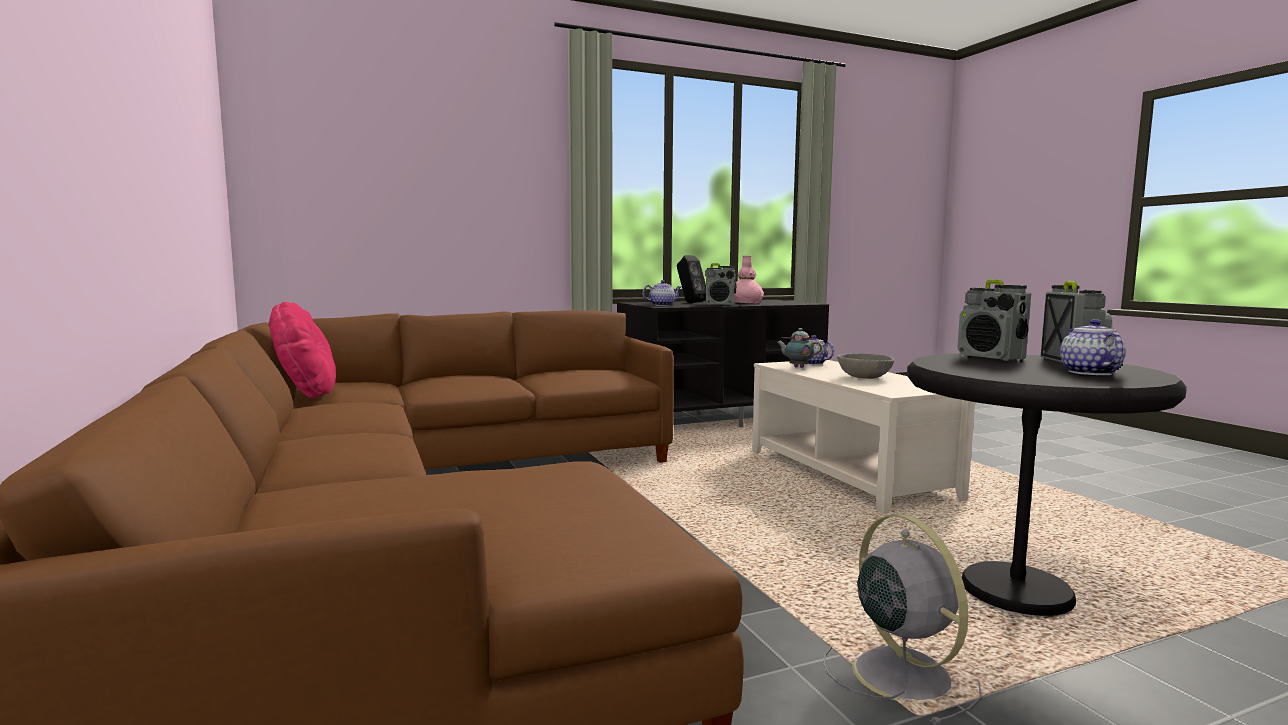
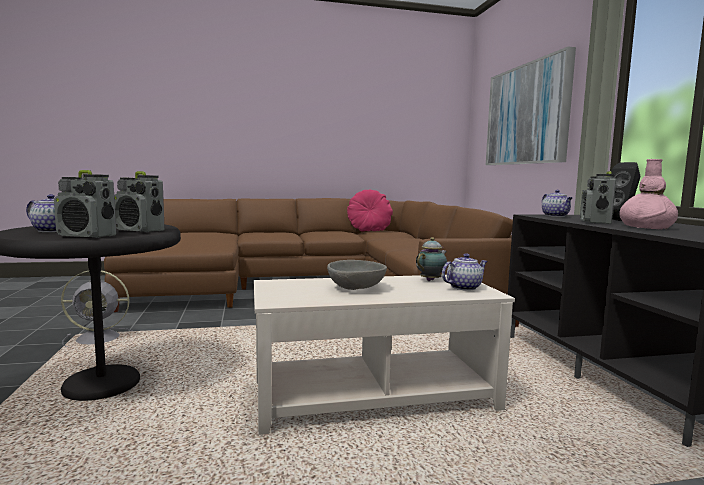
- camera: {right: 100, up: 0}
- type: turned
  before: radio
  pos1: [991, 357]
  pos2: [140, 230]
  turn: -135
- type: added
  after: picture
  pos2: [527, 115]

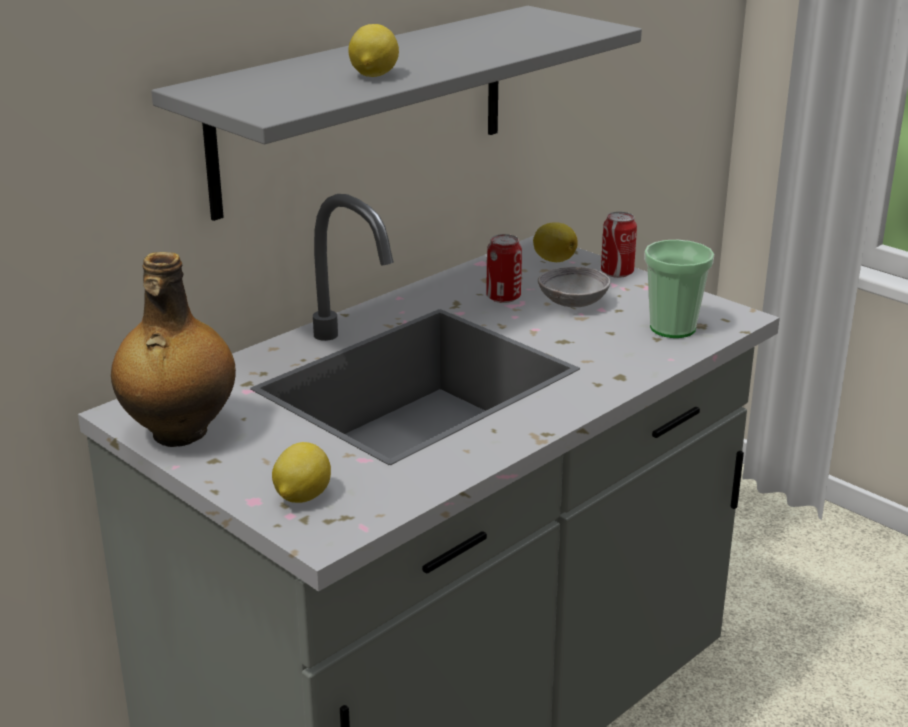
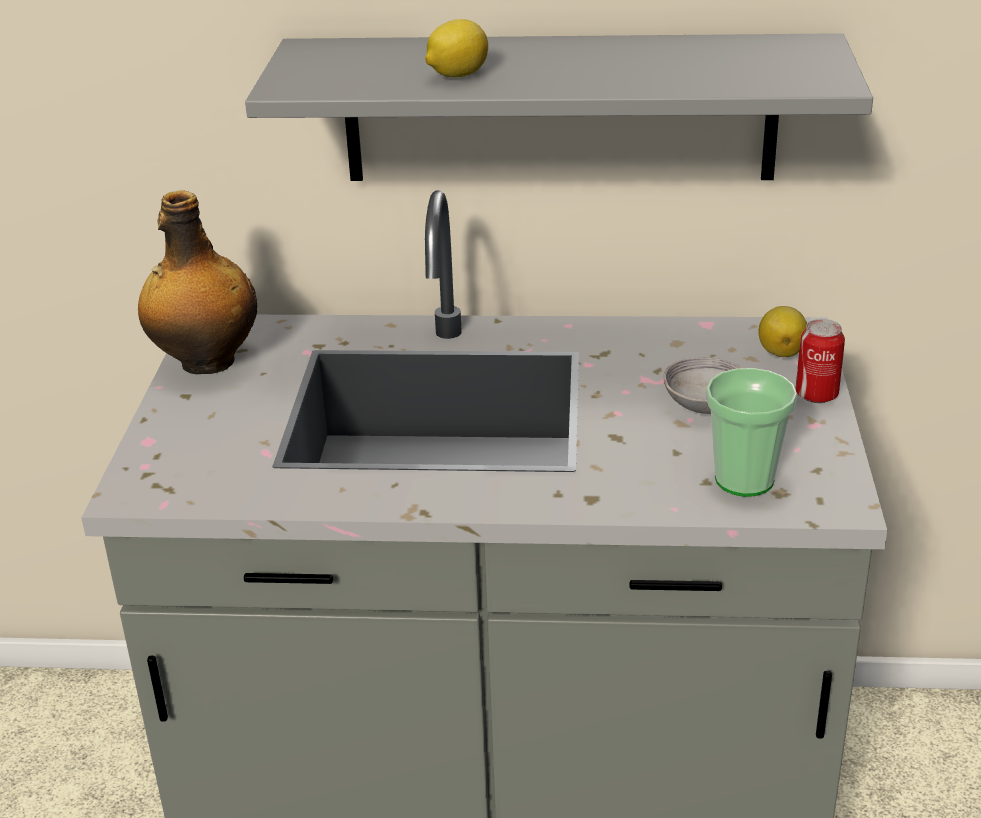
- camera: {right: 50, up: 5}
- type: removed
  before: can
  pos1: [503, 297]
- type: removed
  before: lemon
  pos1: [301, 497]

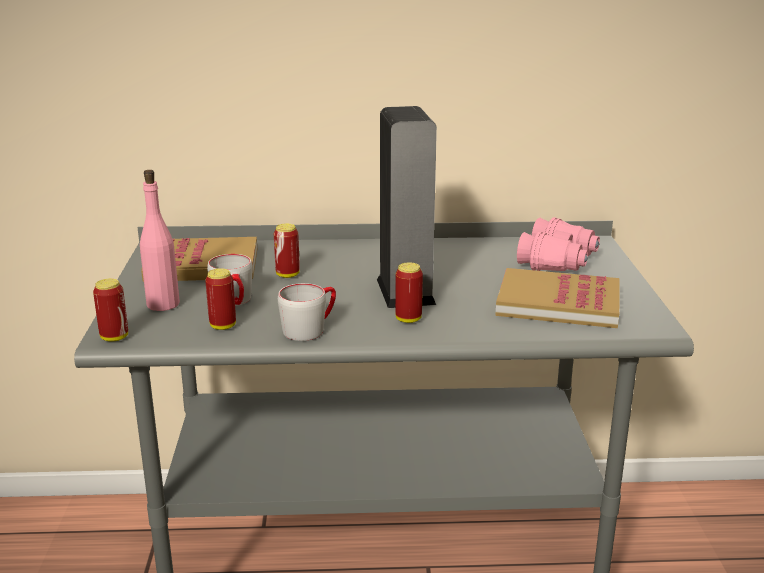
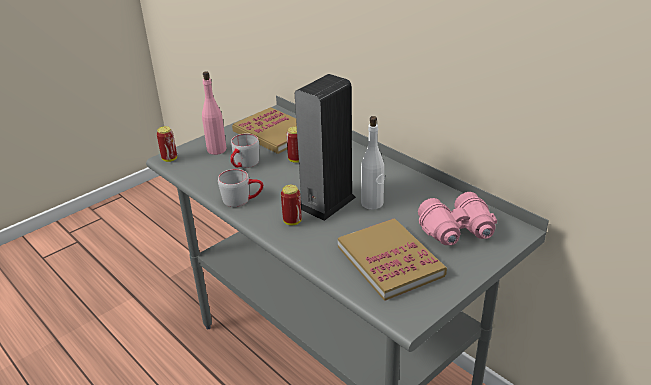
- camera: {right: 50, up: 10}
- type: removed
  before: can
  pos1: [223, 326]
- type: added
  after: bottle (white)
  pos2: [372, 203]

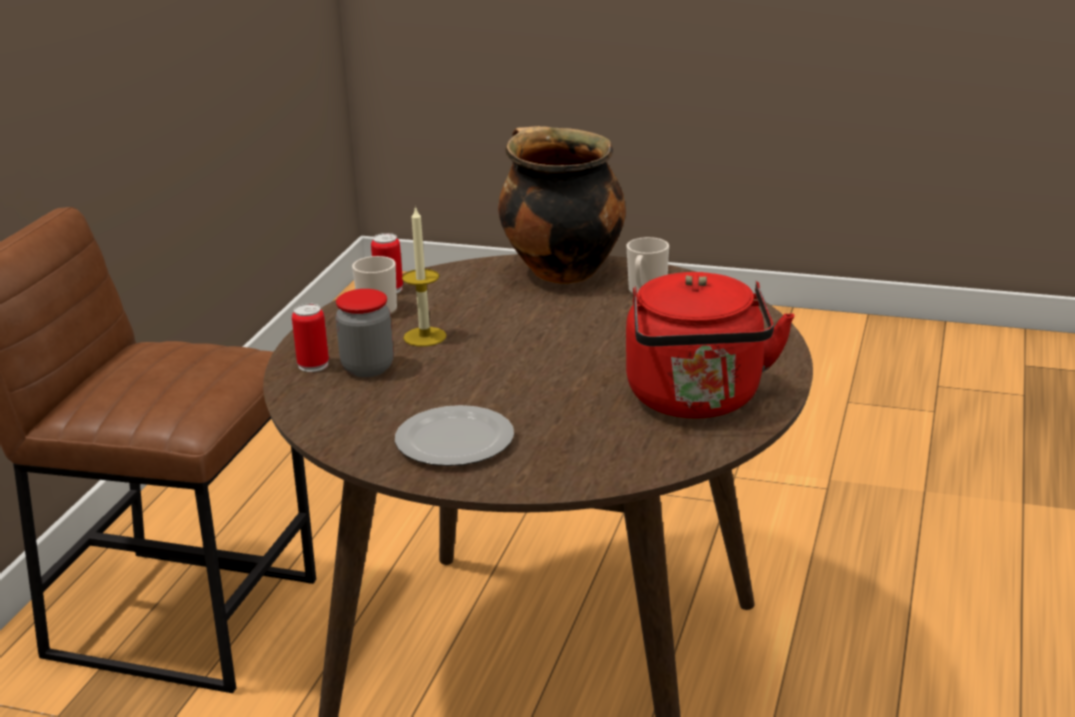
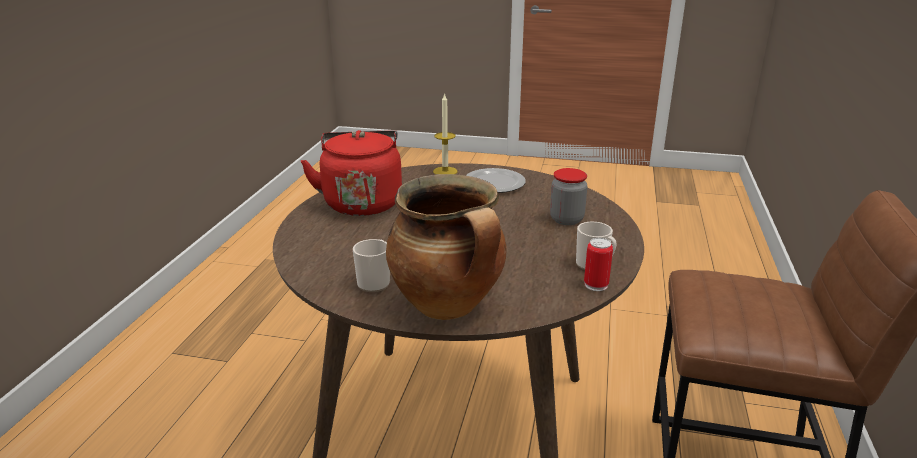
- camera: {right: 175, up: 0}
- type: moved
  before: candle
  pos1: [425, 337]
  pos2: [445, 171]
- type: removed
  before: can
  pos1: [313, 365]

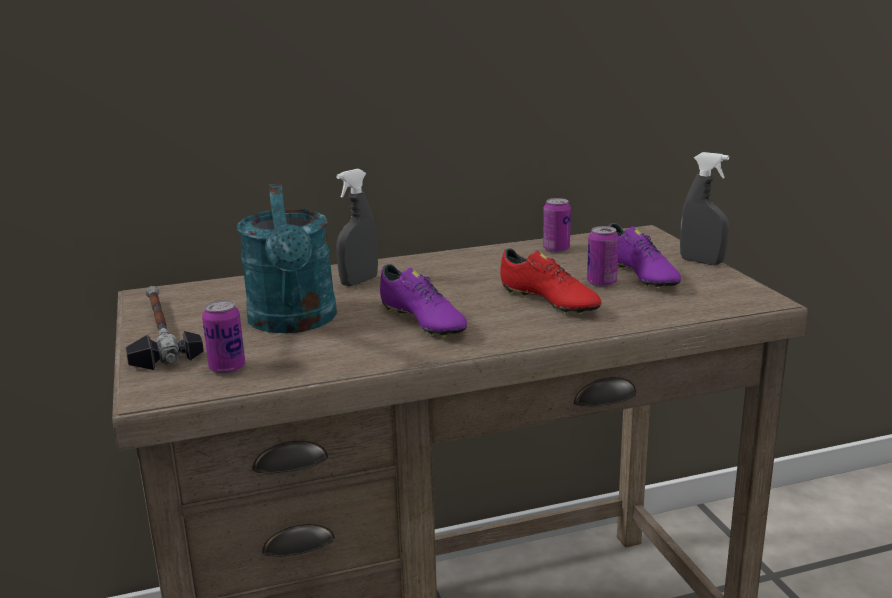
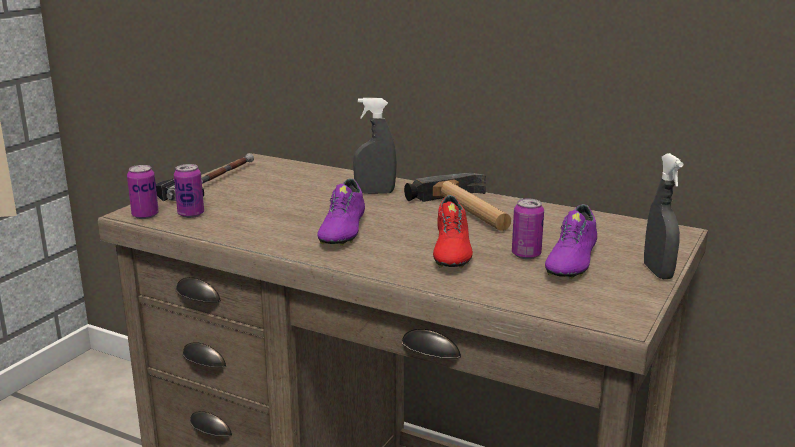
- camera: {right: 45, up: 0}
- type: removed
  before: watering can (turquoise)
  pos1: [294, 322]
- type: moved
  before: can
  pos1: [556, 249]
  pos2: [145, 215]
- type: added
  after: hammer
  pos2: [469, 211]

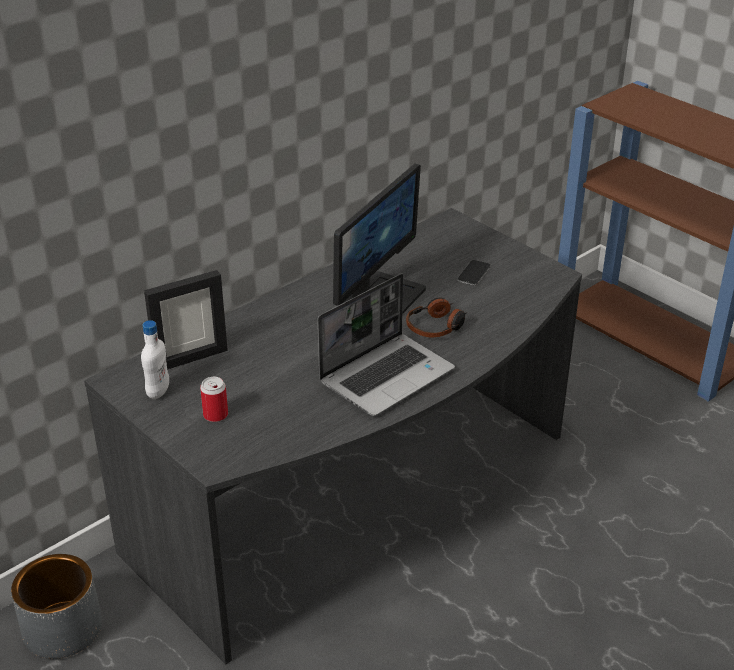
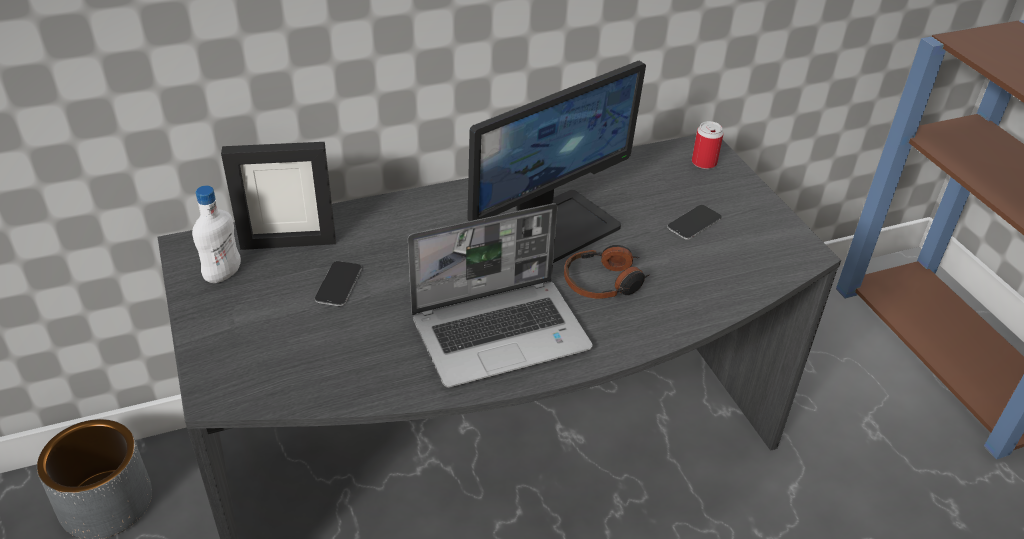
- camera: {right: 20, up: 5}
- type: moved
  before: can
  pos1: [215, 415]
  pos2: [704, 163]
- type: added
  after: phone
  pos2: [338, 285]

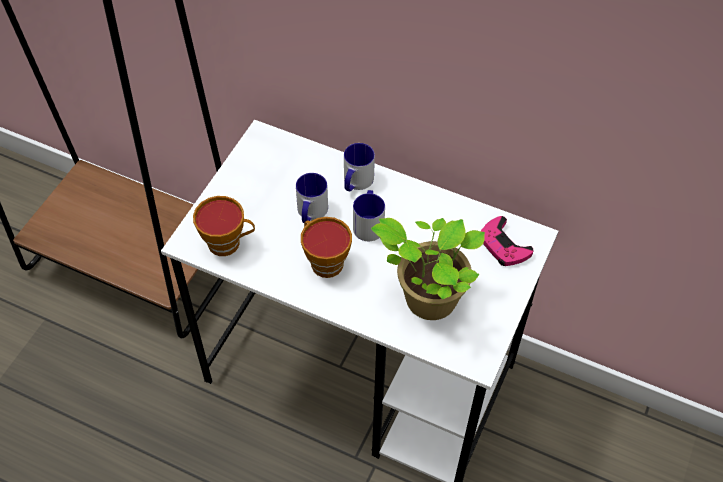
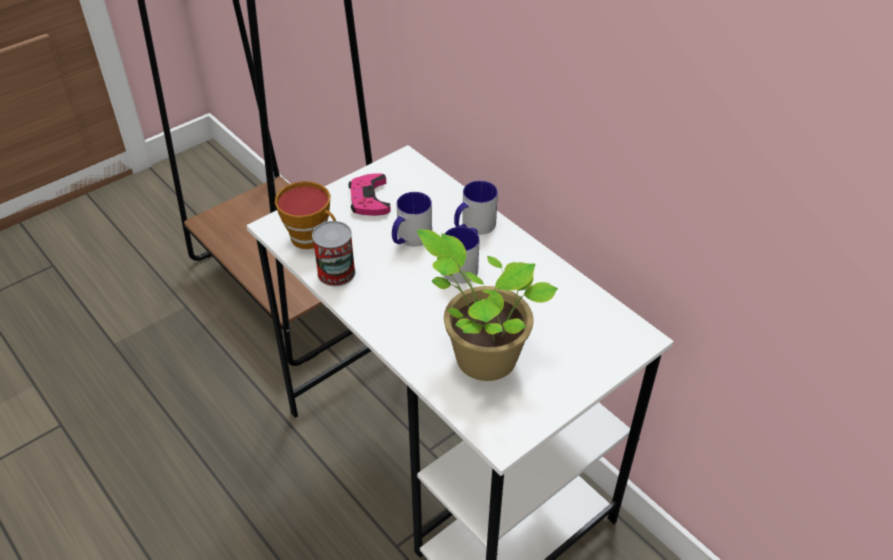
- camera: {right: 25, up: -10}
- type: moved
  before: game controller (pink)
  pos1: [503, 245]
  pos2: [369, 199]
- type: removed
  before: cup
  pos1: [324, 261]
- type: added
  after: can
  pos2: [336, 273]

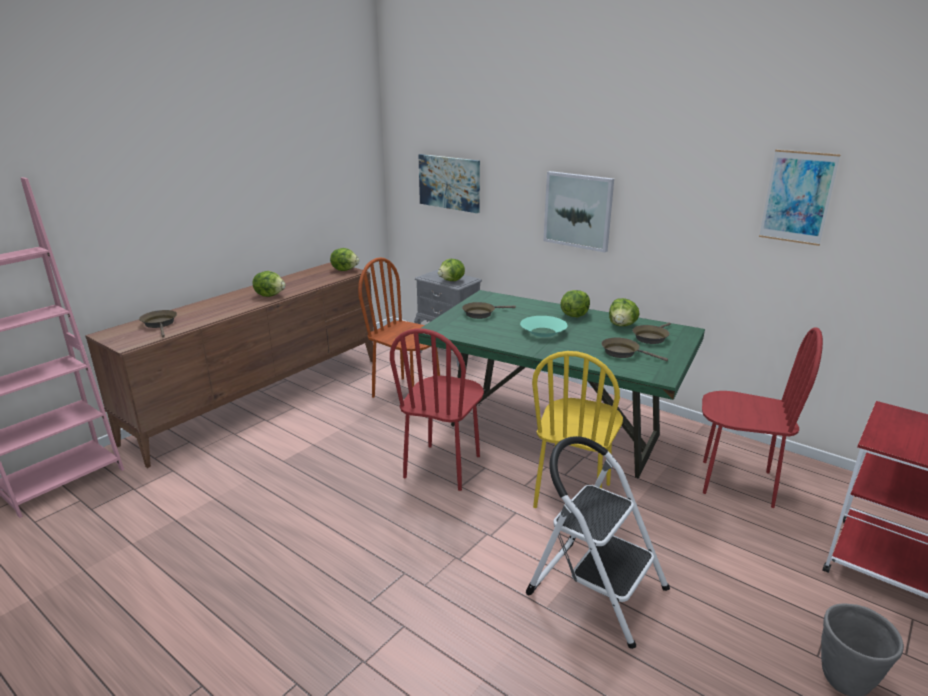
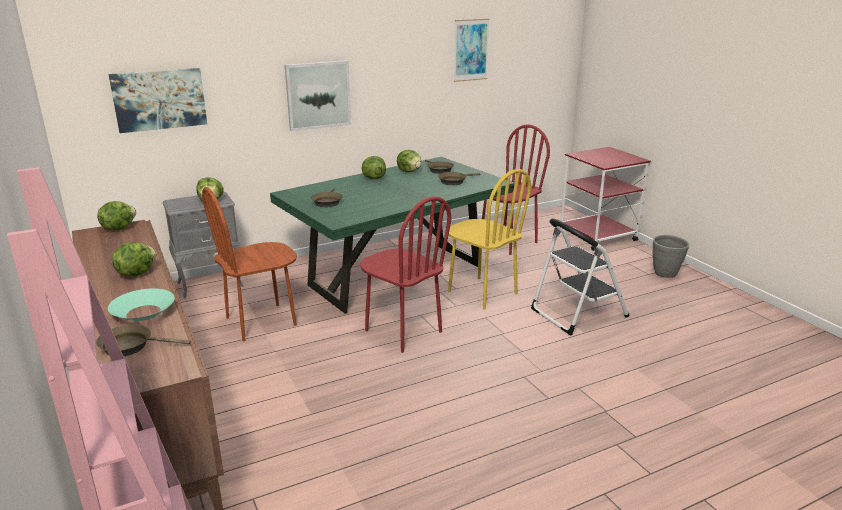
- camera: {right: -65, up: 0}
- type: moved
  before: bowl (turquoise)
  pos1: [543, 332]
  pos2: [143, 313]

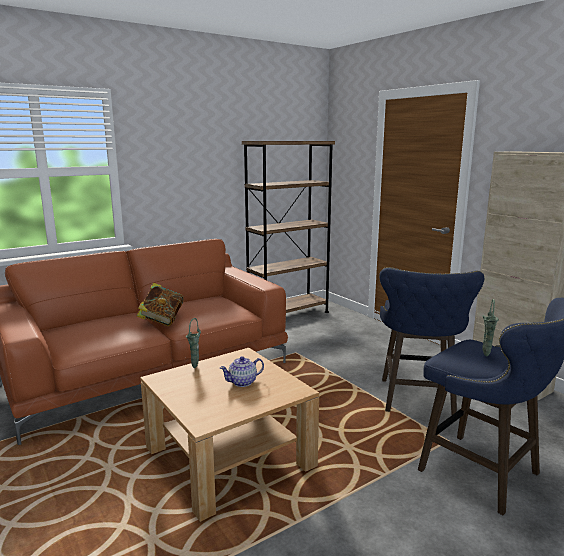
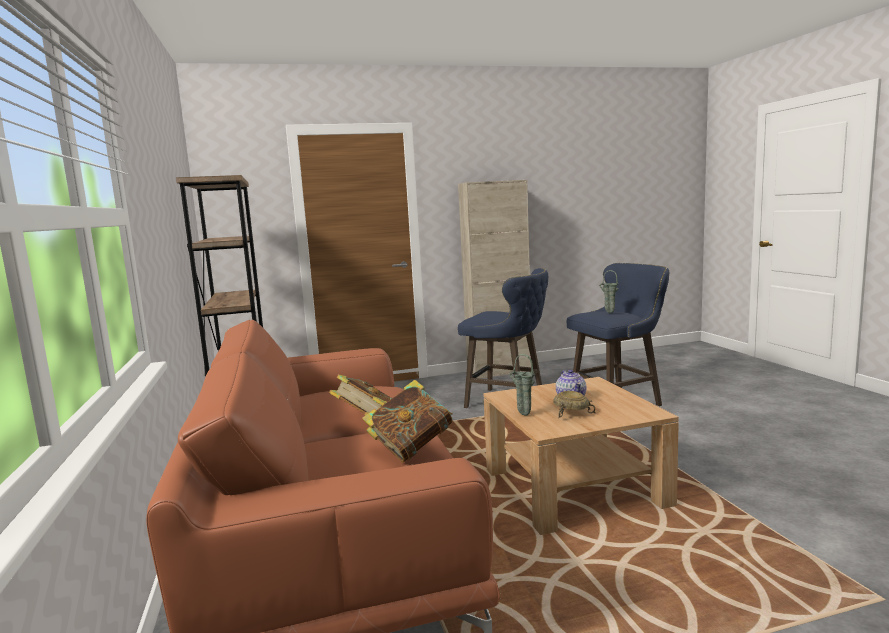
- camera: {right: -70, up: -5}
- type: added
  after: book
  pos2: [411, 449]
- type: added
  after: bowl (beige)
  pos2: [570, 413]

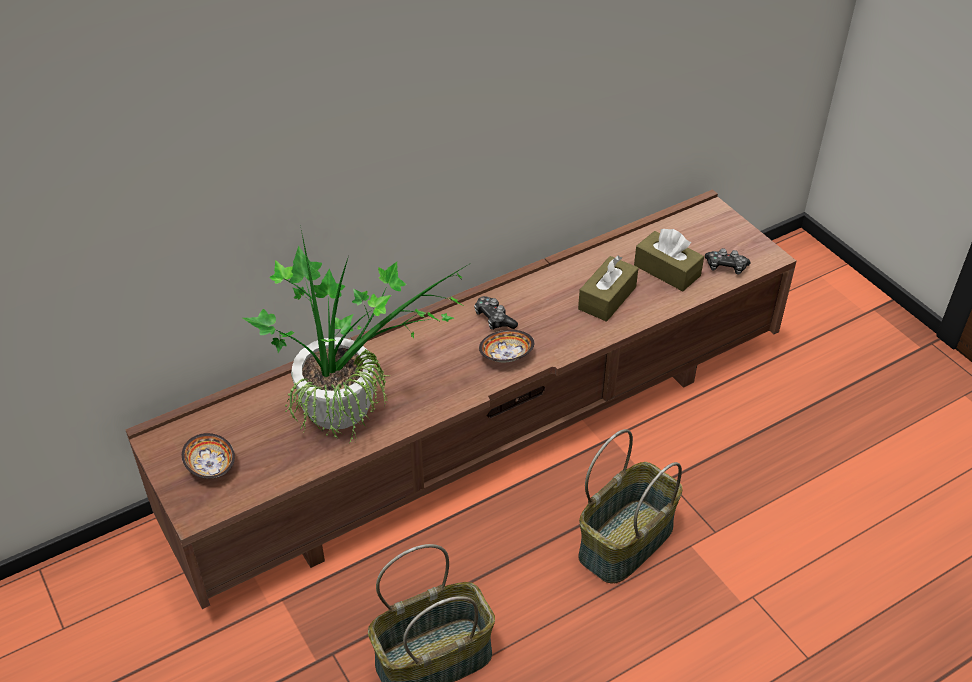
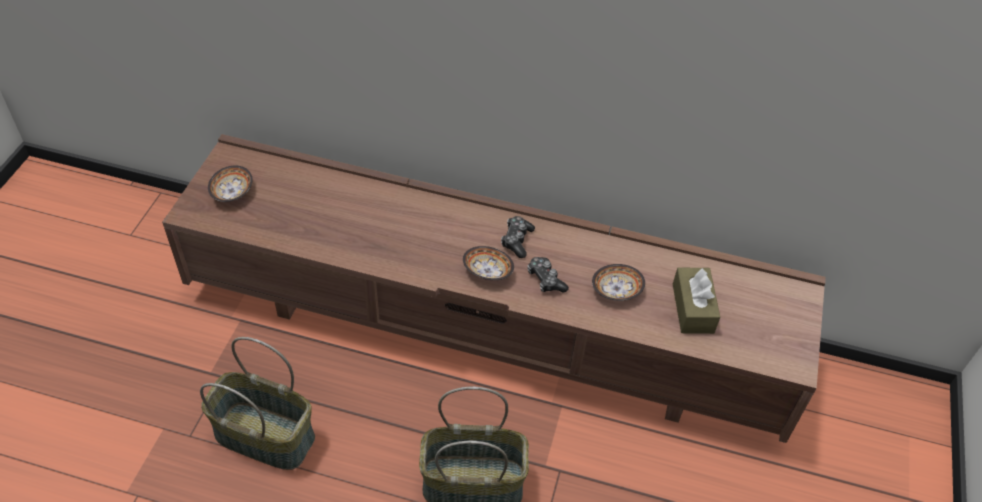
- camera: {right: 45, up: 5}
- type: removed
  before: potted plant
  pos1: [353, 407]
- type: moved
  before: game controller
  pos1: [726, 267]
  pos2: [545, 279]
- type: replaced
  before: tissue box (brown)
  after: bowl
  pos1: [607, 298]
  pos2: [616, 291]

